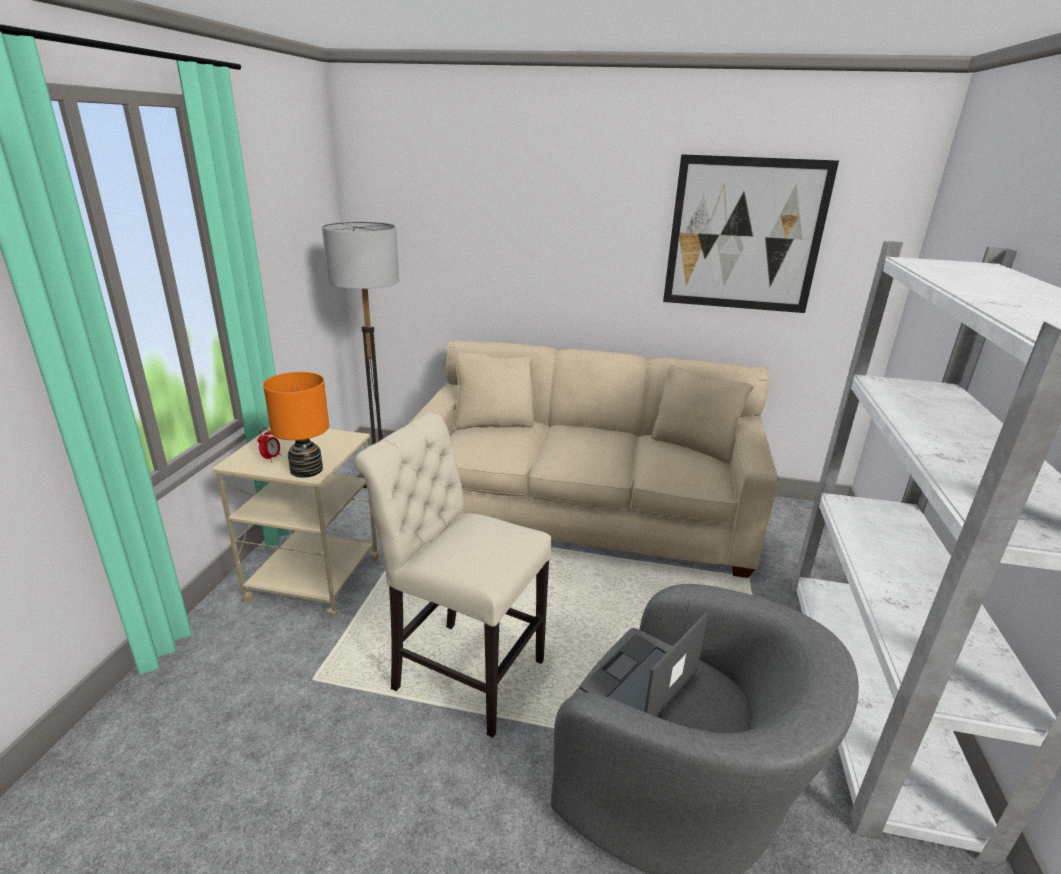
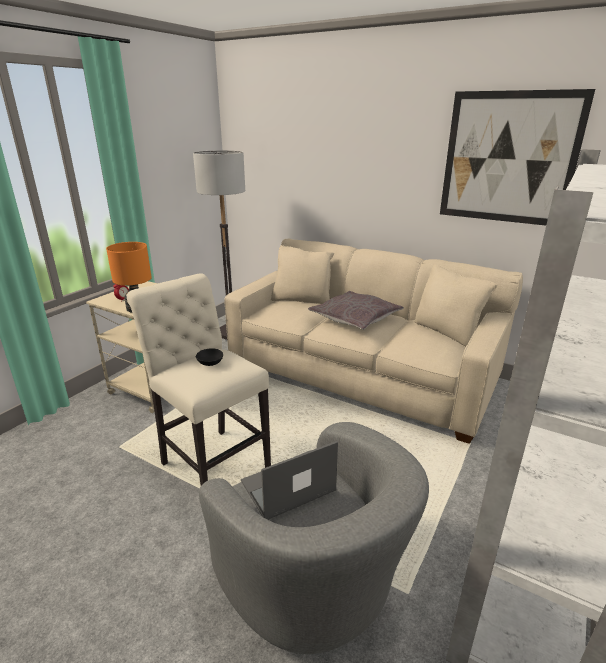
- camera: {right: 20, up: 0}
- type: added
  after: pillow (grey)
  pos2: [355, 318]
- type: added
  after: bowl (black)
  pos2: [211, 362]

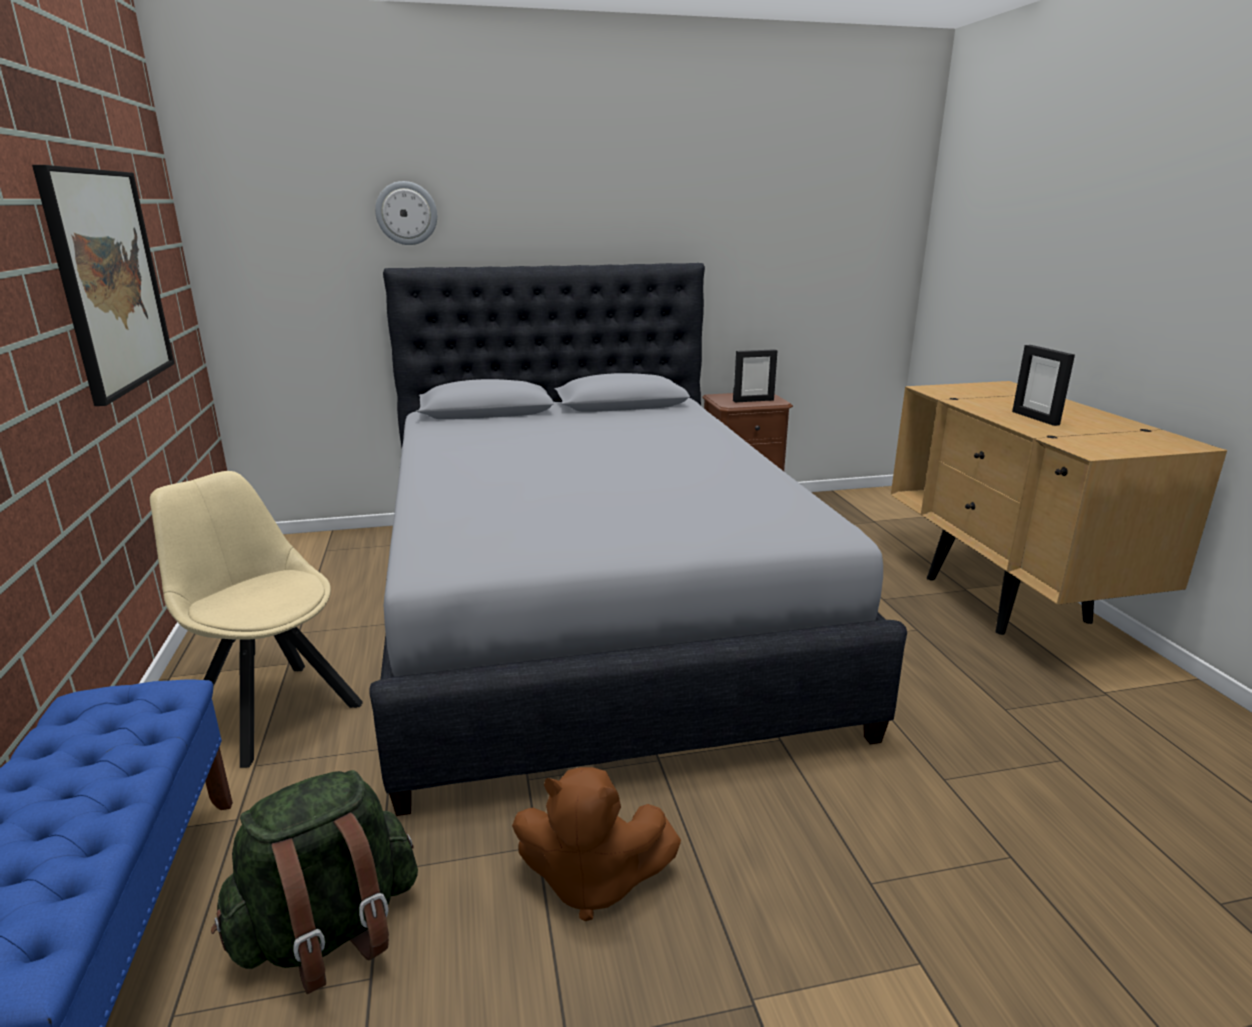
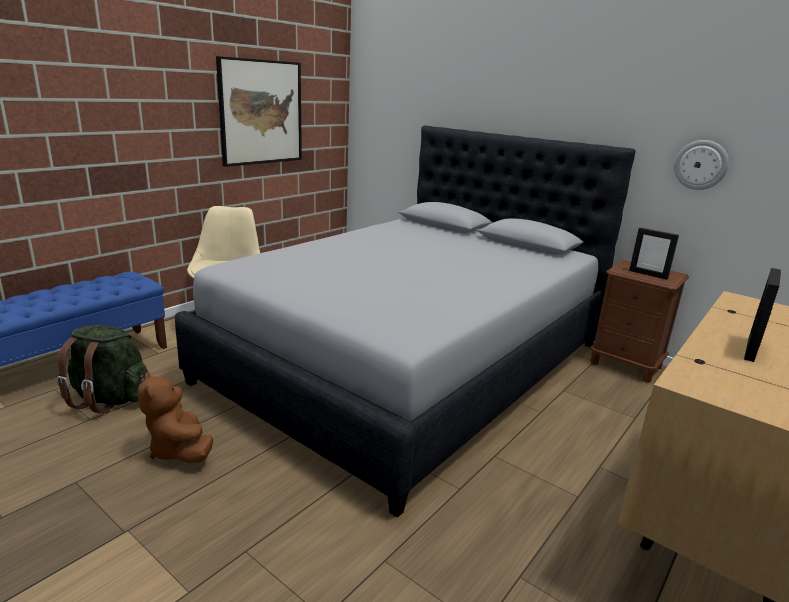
- camera: {right: 50, up: 0}
- type: moved
  before: wall clock
  pos1: [406, 213]
  pos2: [700, 165]

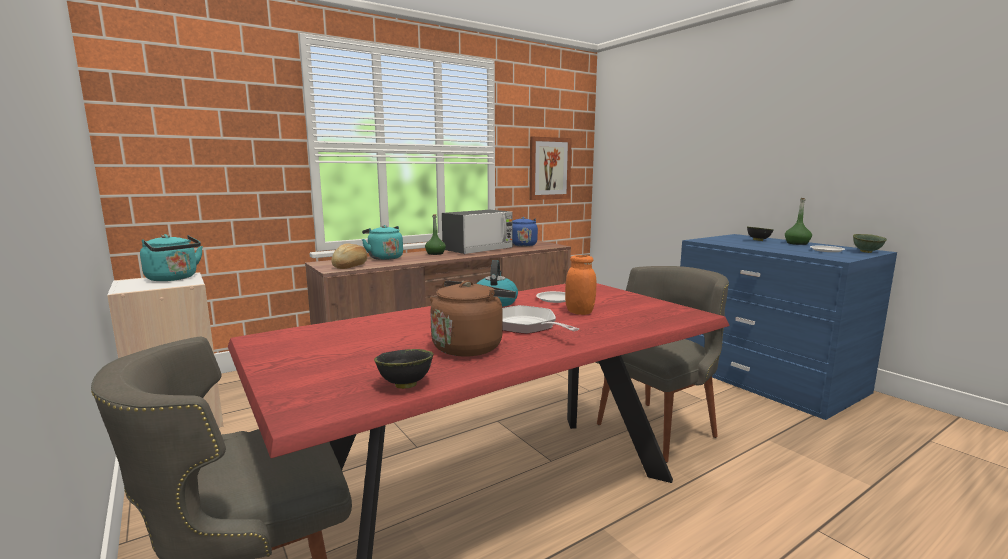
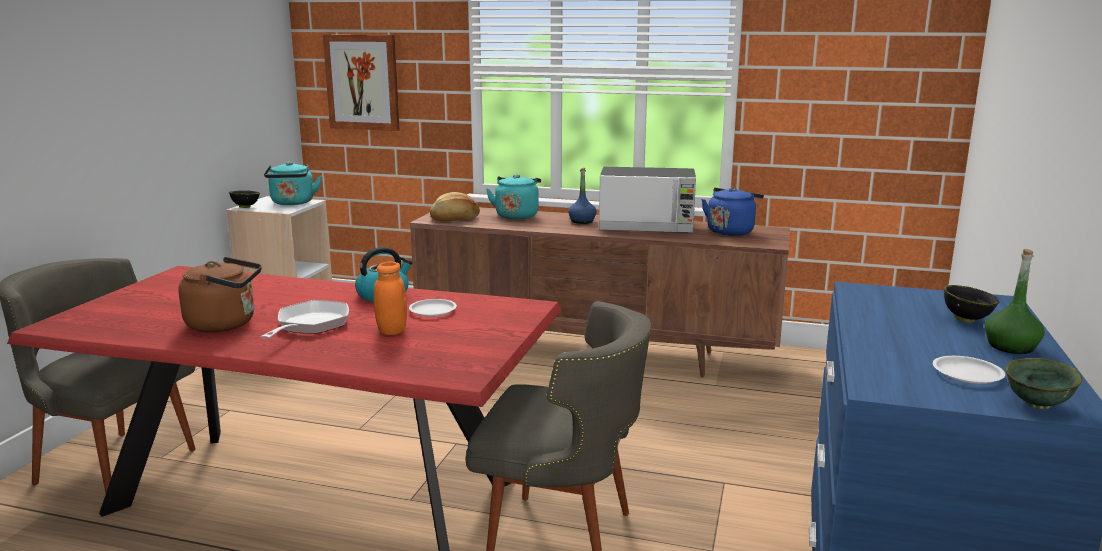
- camera: {right: 50, up: 5}
- type: moved
  before: picture
  pos1: [549, 168]
  pos2: [362, 82]
- type: recoloured
  before: bottle (green)
  after: bottle (blue)
  pos1: [435, 253]
  pos2: [582, 221]
- type: moved
  before: bowl (black)
  pos1: [404, 385]
  pos2: [245, 207]

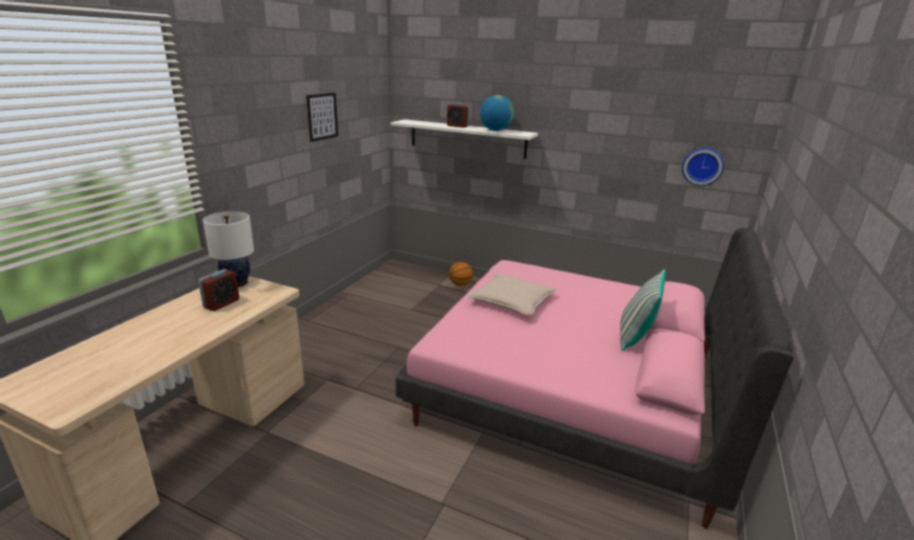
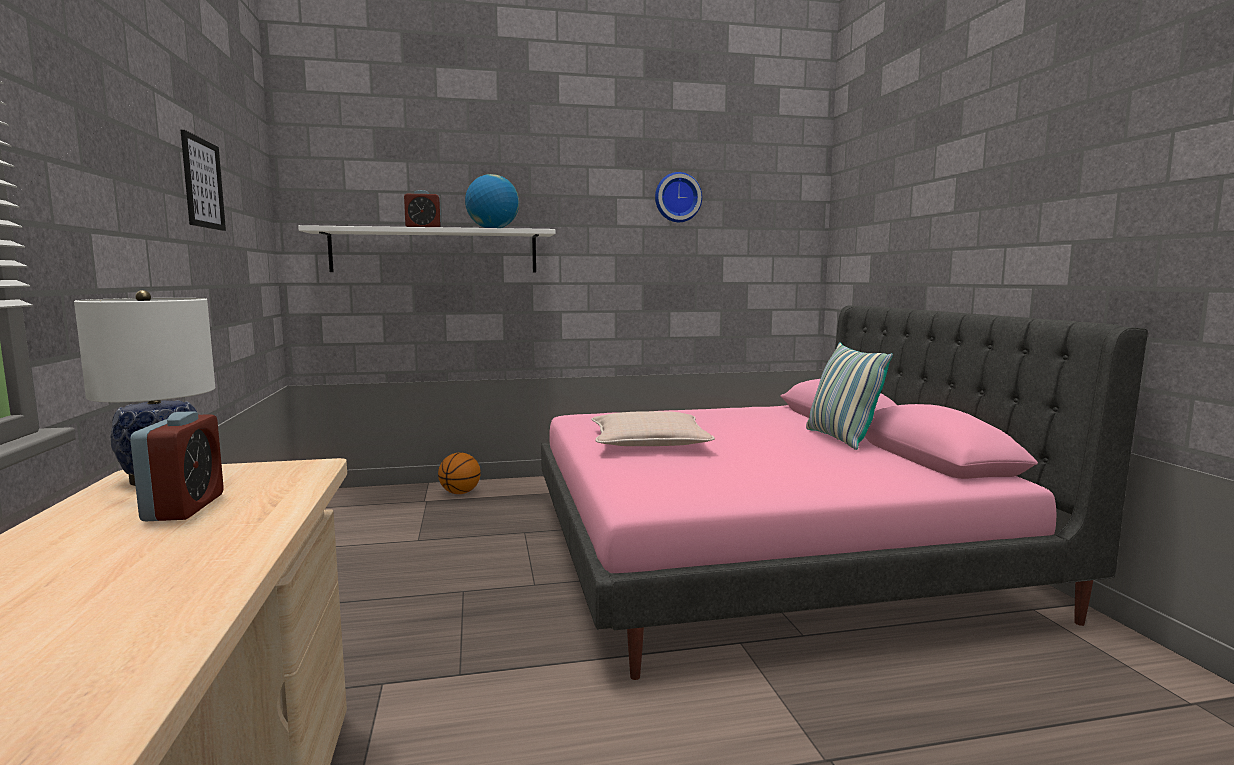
- camera: {right: -35, up: -15}
- type: moved
  before: wall clock
  pos1: [702, 166]
  pos2: [677, 197]

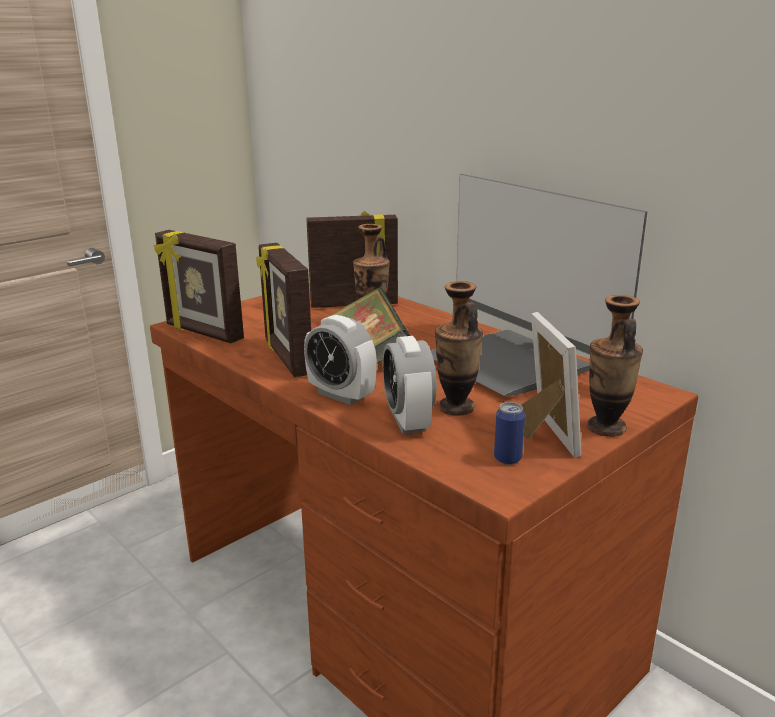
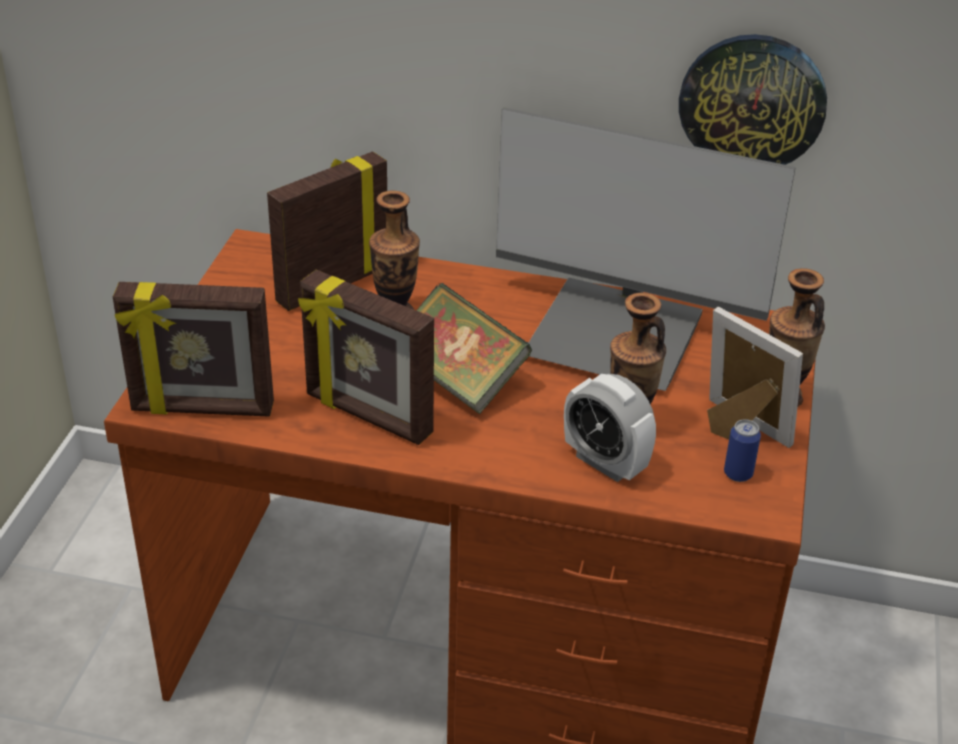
- camera: {right: -35, up: 15}
- type: removed
  before: alarm clock
  pos1: [341, 395]
- type: added
  after: wall clock
  pos2: [752, 102]

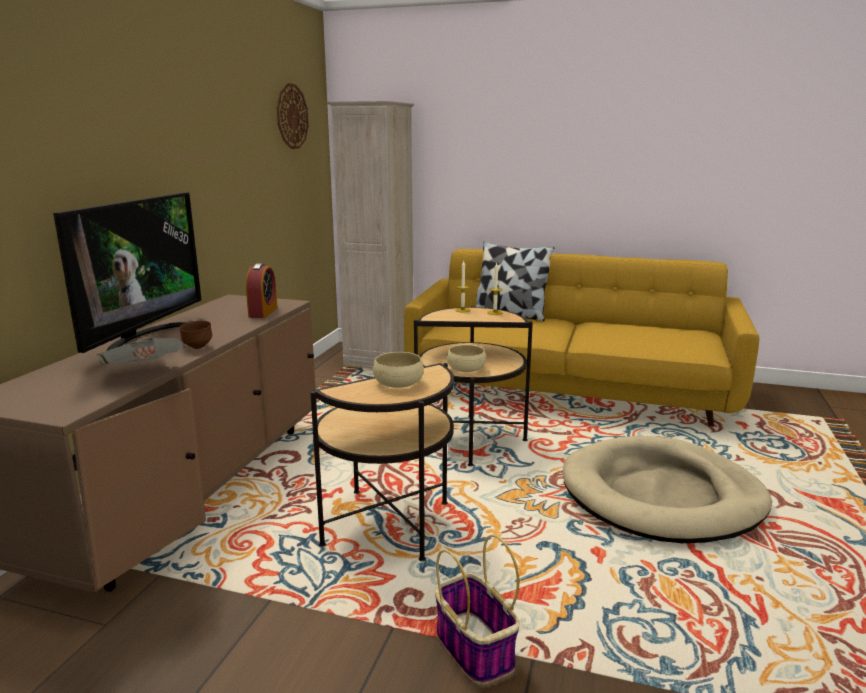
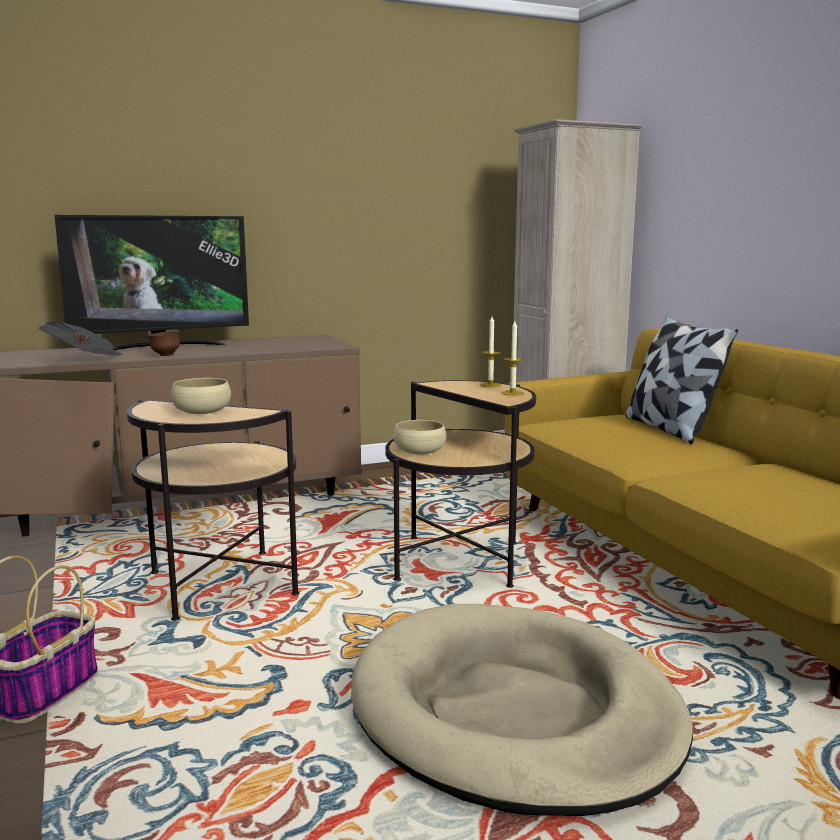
- camera: {right: 50, up: -5}
- type: removed
  before: wall clock
  pos1: [292, 116]
- type: removed
  before: alarm clock
  pos1: [263, 312]

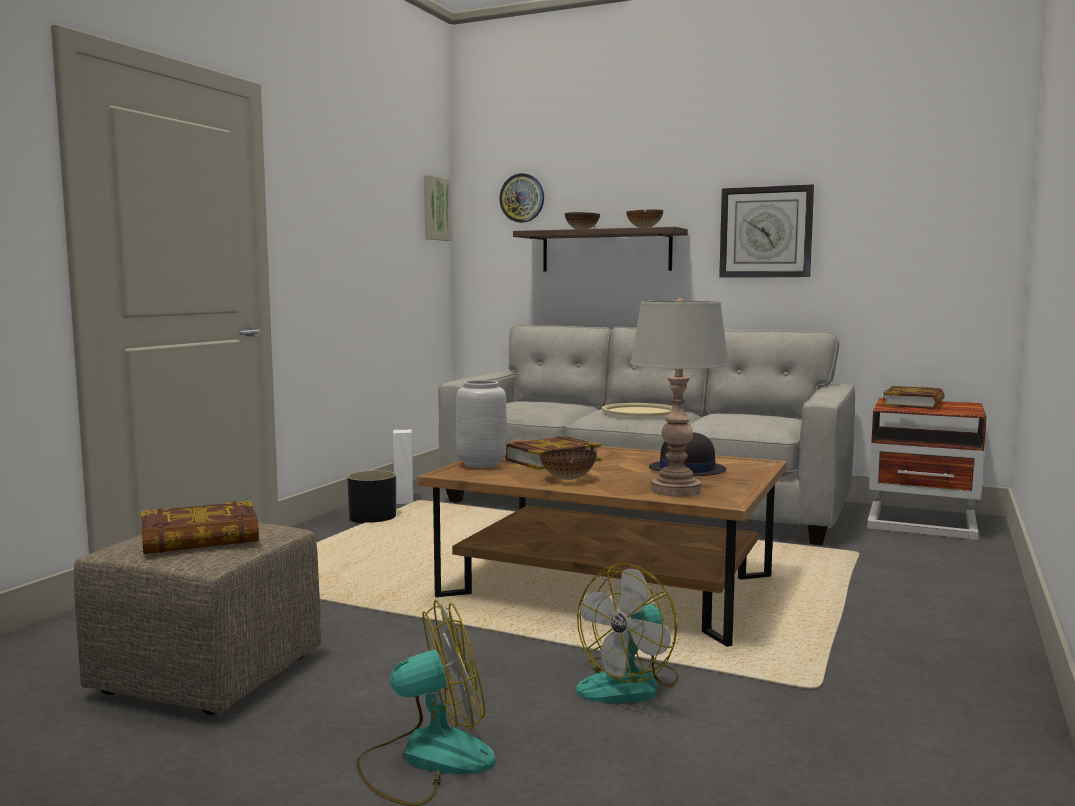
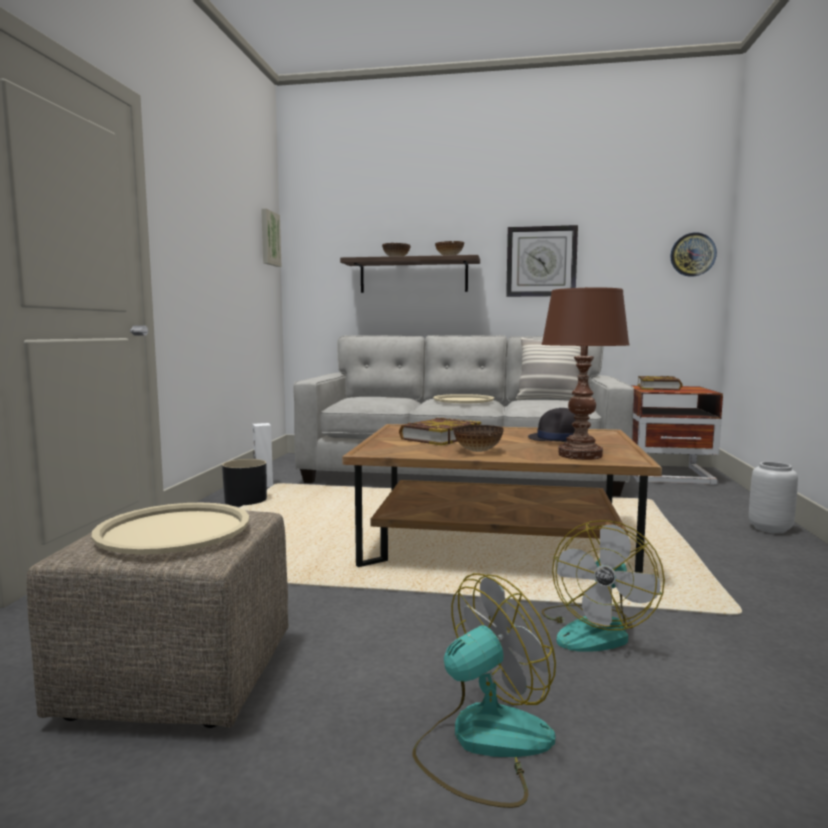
- camera: {right: -15, up: 0}
- type: moved
  before: wall clock
  pos1: [522, 198]
  pos2: [692, 254]
- type: recoloured
  before: table lamp (grey)
  after: table lamp (brown)
  pos1: [676, 490]
  pos2: [580, 455]
- type: moved
  before: vase (grey)
  pos1: [482, 464]
  pos2: [770, 528]
- type: replaced
  before: book
  after: tray (beige)
  pos1: [200, 538]
  pos2: [174, 530]
- type: added
  after: pillow
  pos2: [549, 399]

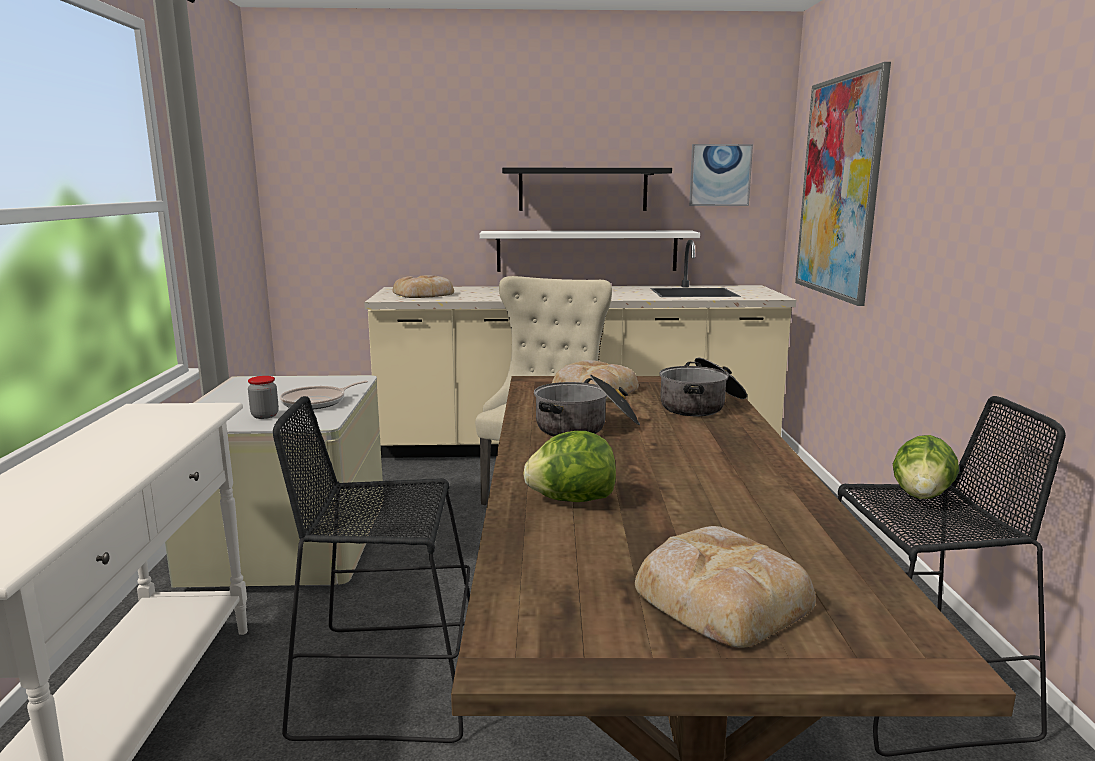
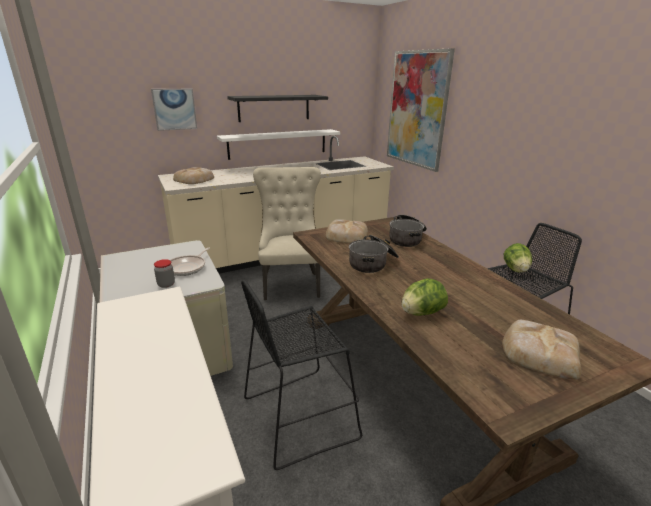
- camera: {right: -25, up: 10}
- type: moved
  before: picture
  pos1: [720, 175]
  pos2: [174, 109]

